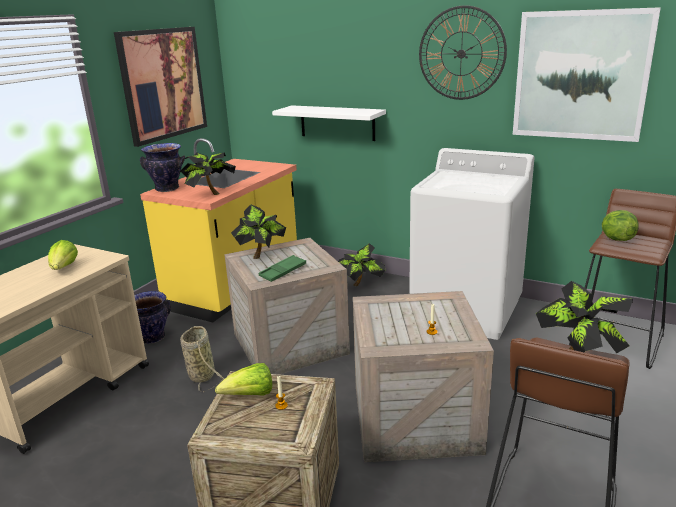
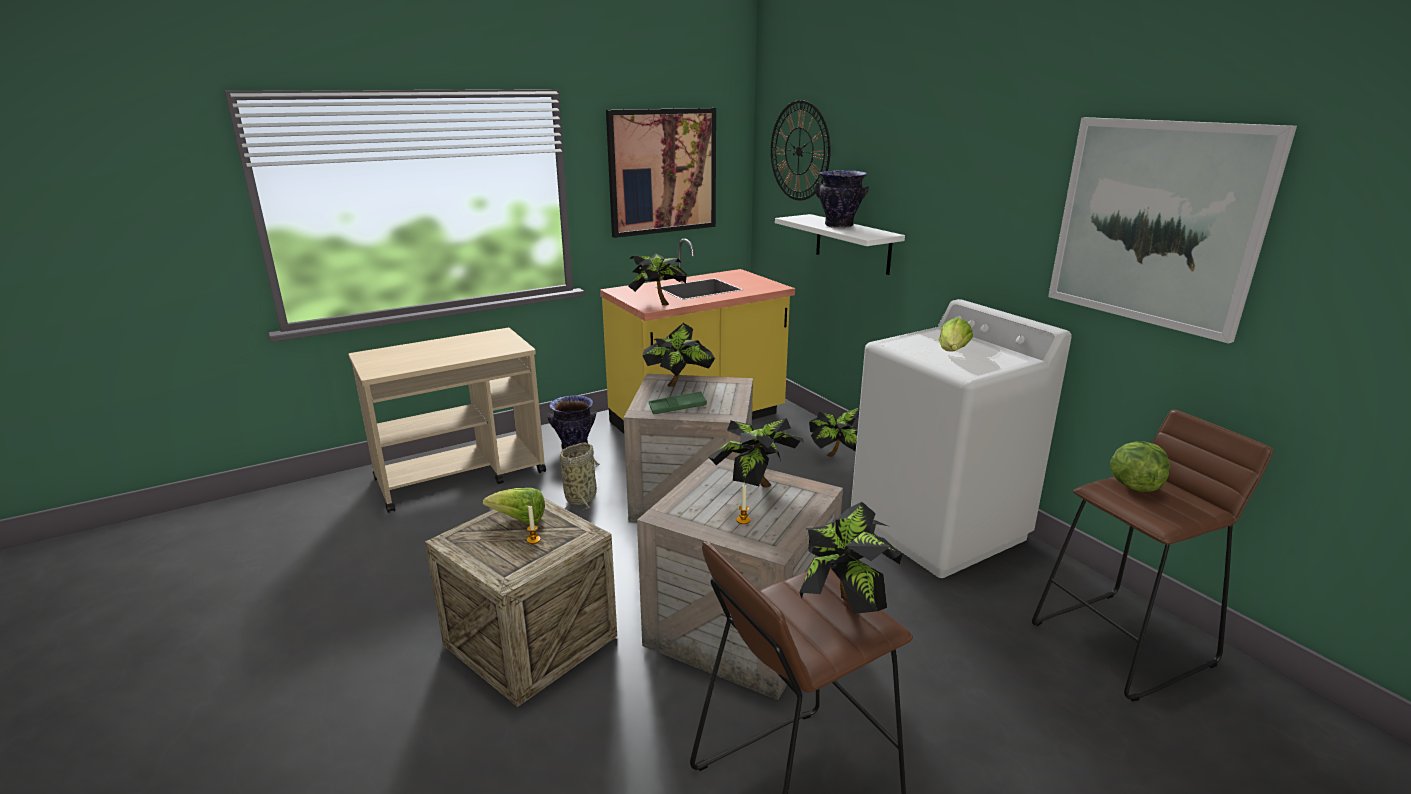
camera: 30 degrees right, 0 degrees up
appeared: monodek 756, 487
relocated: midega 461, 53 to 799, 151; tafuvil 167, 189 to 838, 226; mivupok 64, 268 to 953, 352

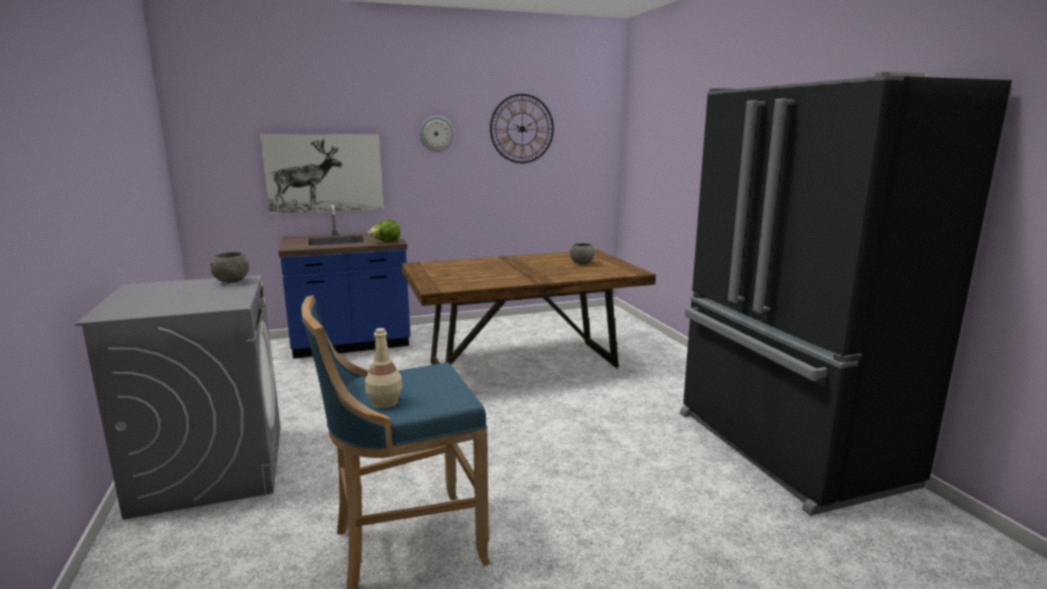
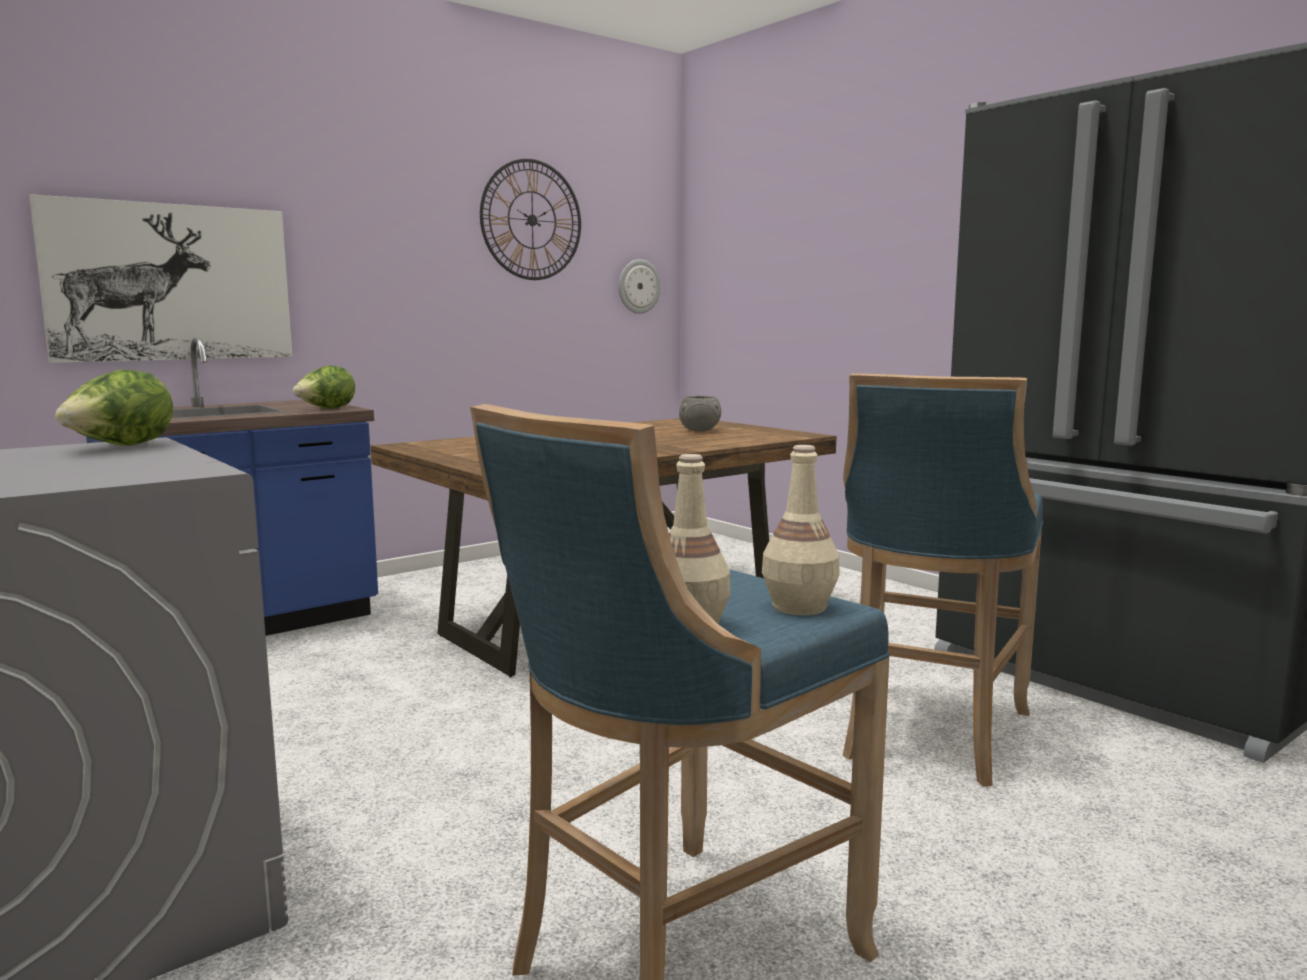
camera: 20 degrees left, 5 degrees down
appeared: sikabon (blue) 929, 736; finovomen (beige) 798, 607
relocated: midega 436, 133 to 638, 286
exchanged: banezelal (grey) 232, 282 to mivupok 120, 447

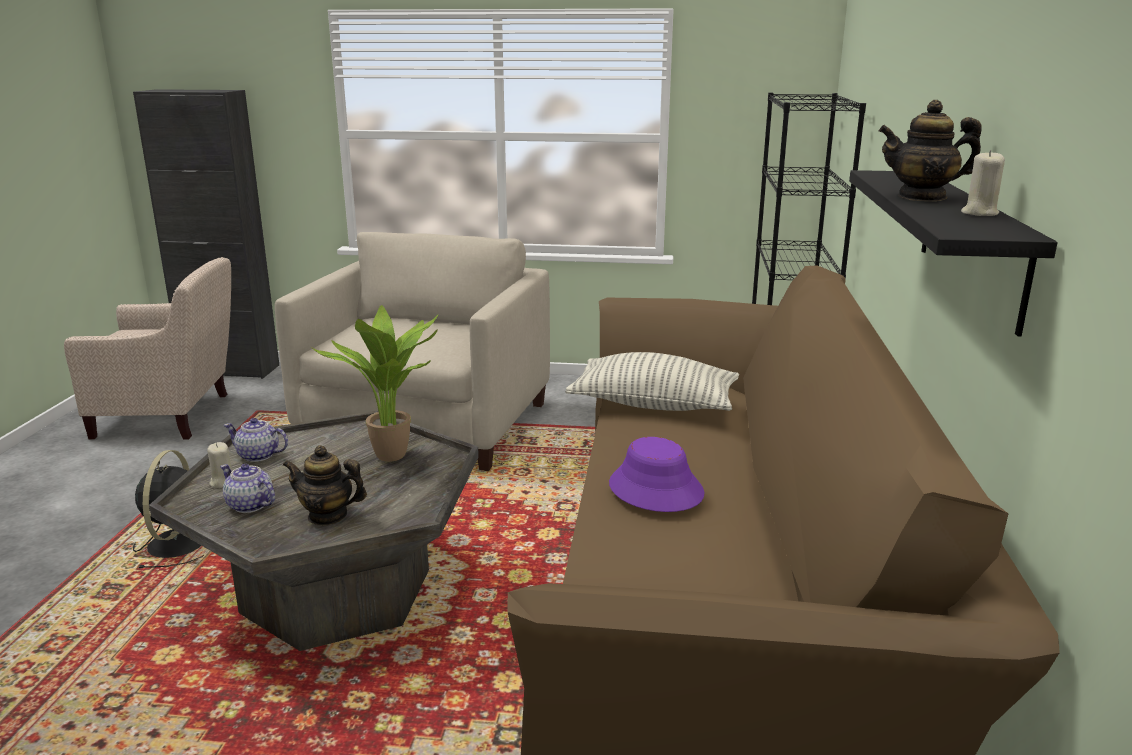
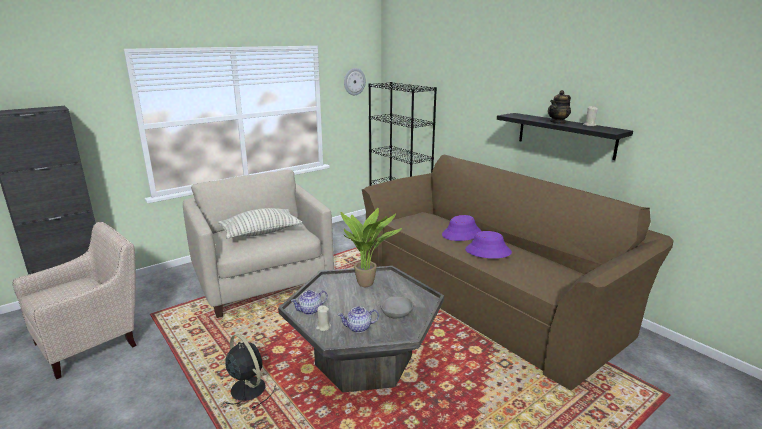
camera: 45 degrees left, 0 degrees up
appeared: midega 354, 81; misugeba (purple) 462, 234
relocated: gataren 653, 405 to 261, 233
exchanged: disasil 328, 515 to banezelal (grey) 397, 314

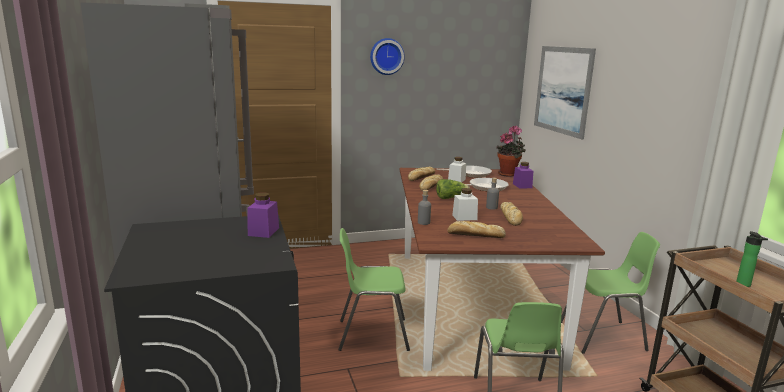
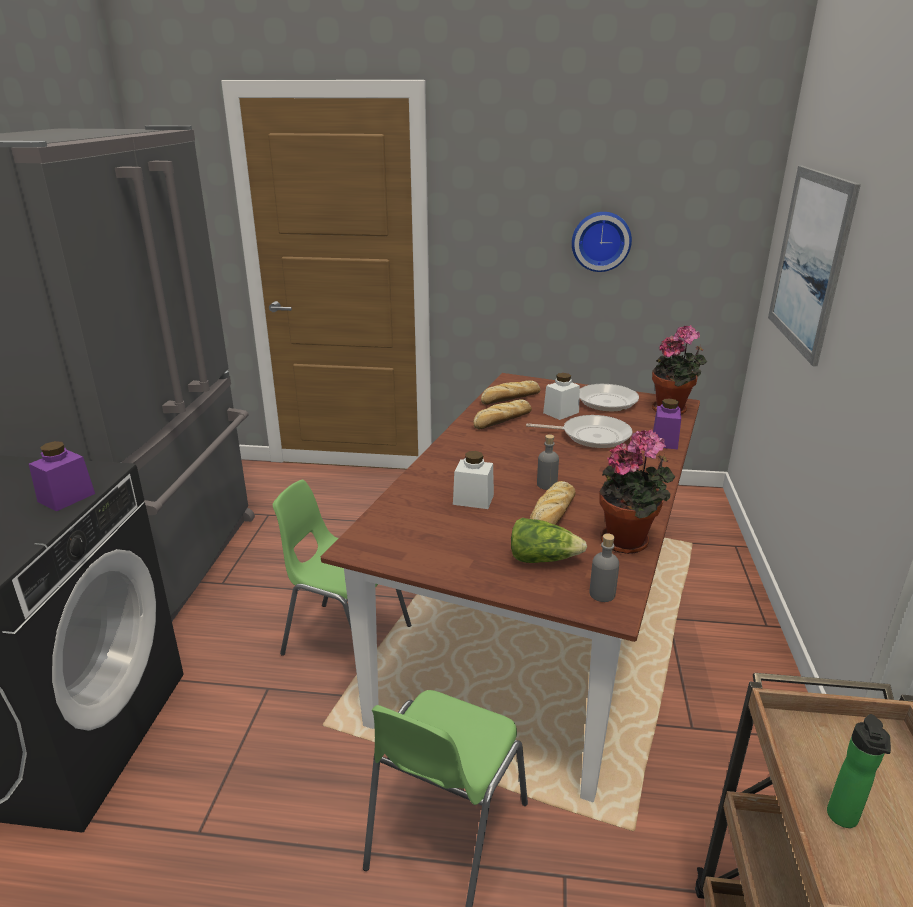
camera: 25 degrees right, 10 degrees up
missing: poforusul 474, 235; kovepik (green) 603, 336
appeared: monodek 629, 542
relocated: midega 386, 56 to 601, 241; mivupok 450, 197 to 542, 559; finovomen (grey) 423, 222 to 602, 594

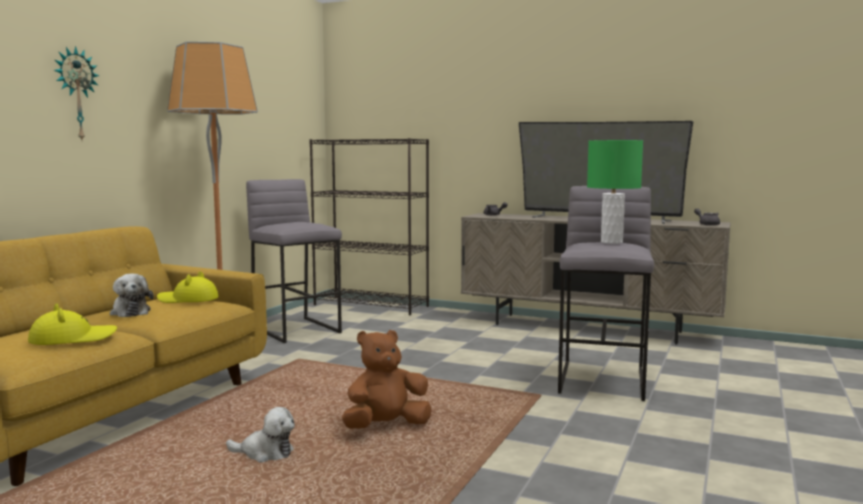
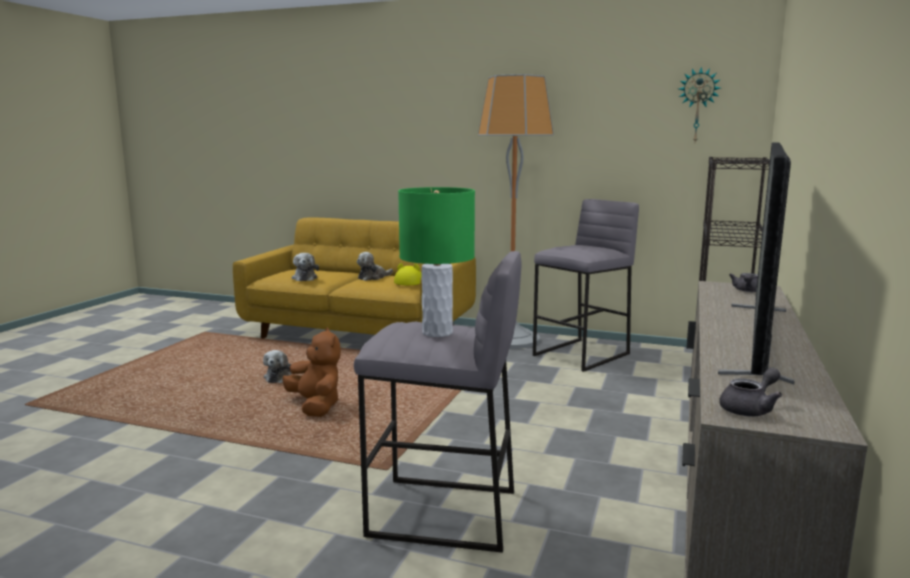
camera: 85 degrees right, 5 degrees up
relocated: midega 75, 94 to 698, 105
exchanged: misugeba (yellow) 72, 339 to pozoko 304, 278

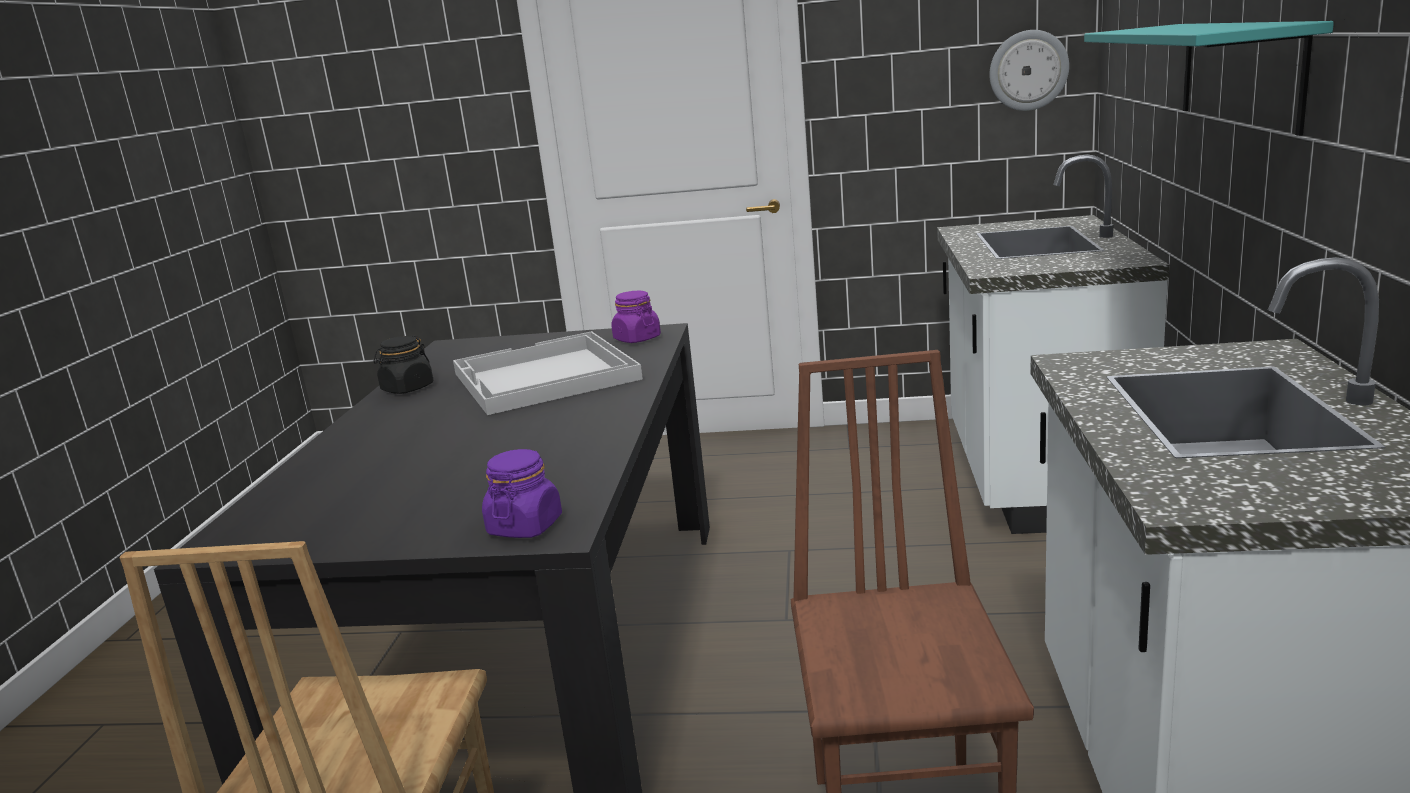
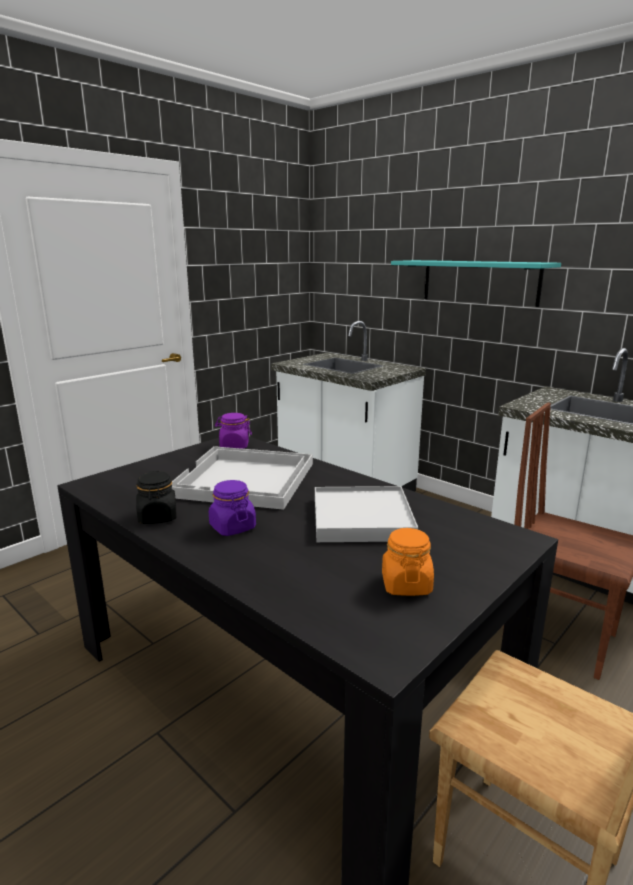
camera: 55 degrees left, 0 degrees up
missing: midega 1028, 70
appeared: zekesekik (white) 361, 518; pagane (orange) 406, 584
relocated: pagane (purple) 525, 526 to 232, 527

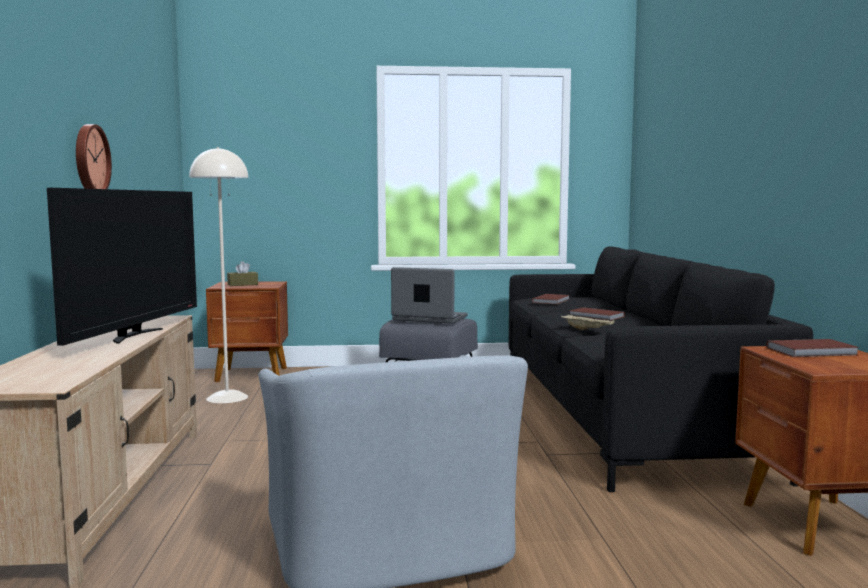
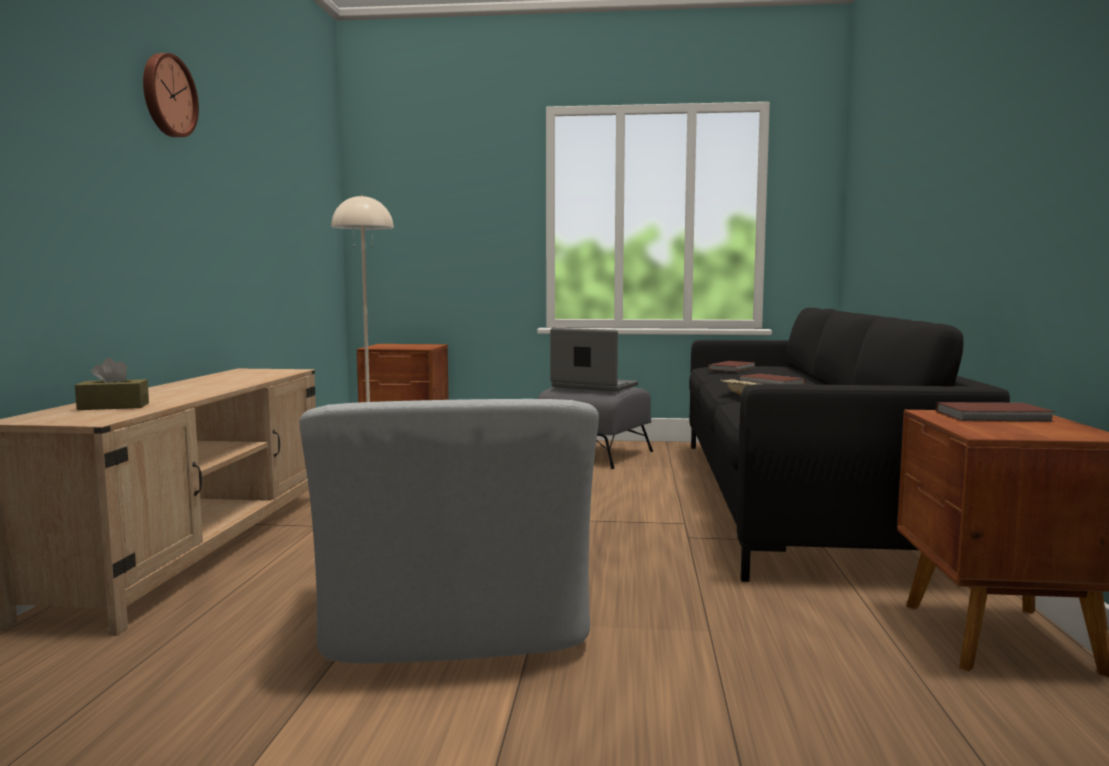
camera: 10 degrees right, 0 degrees up
missing: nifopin 134, 335
relocated: midega 89, 159 to 167, 96; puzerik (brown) 242, 284 to 113, 406

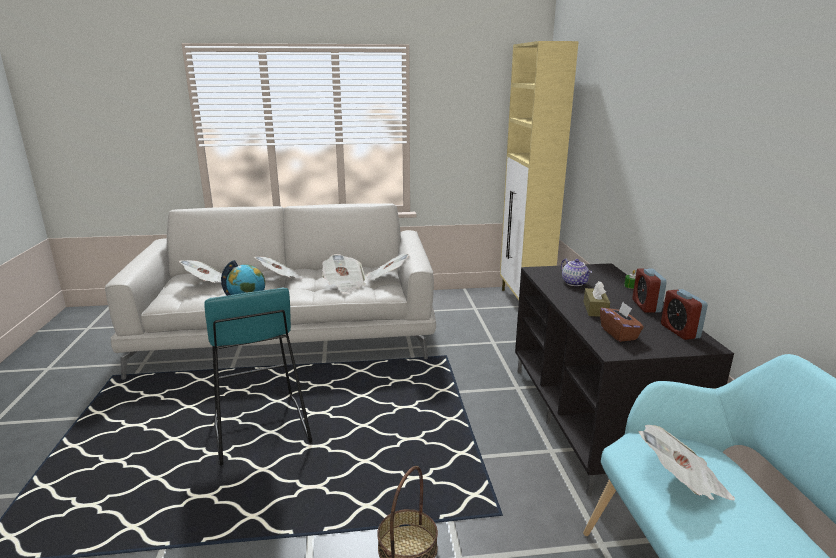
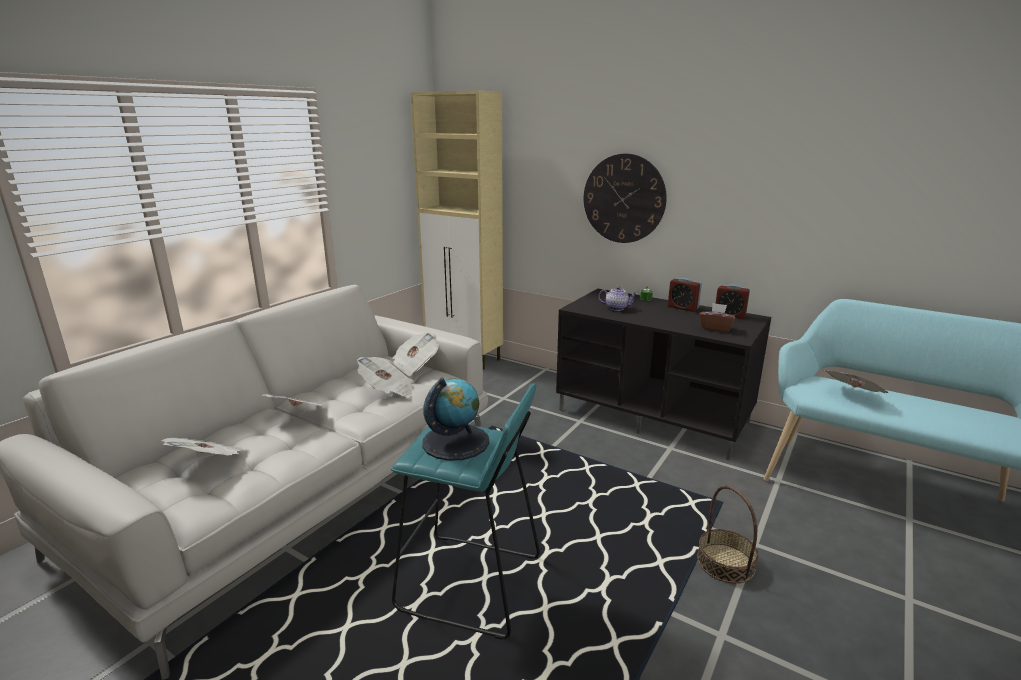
camera: 50 degrees left, 0 degrees up
missing: puzerik (brown) 595, 309
appeared: midega 624, 199

